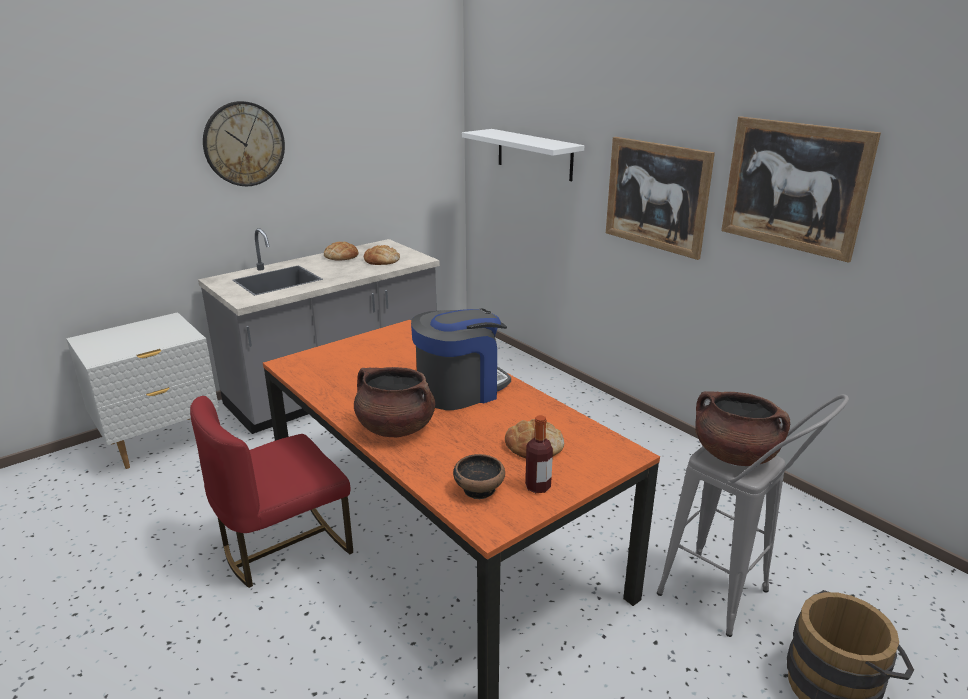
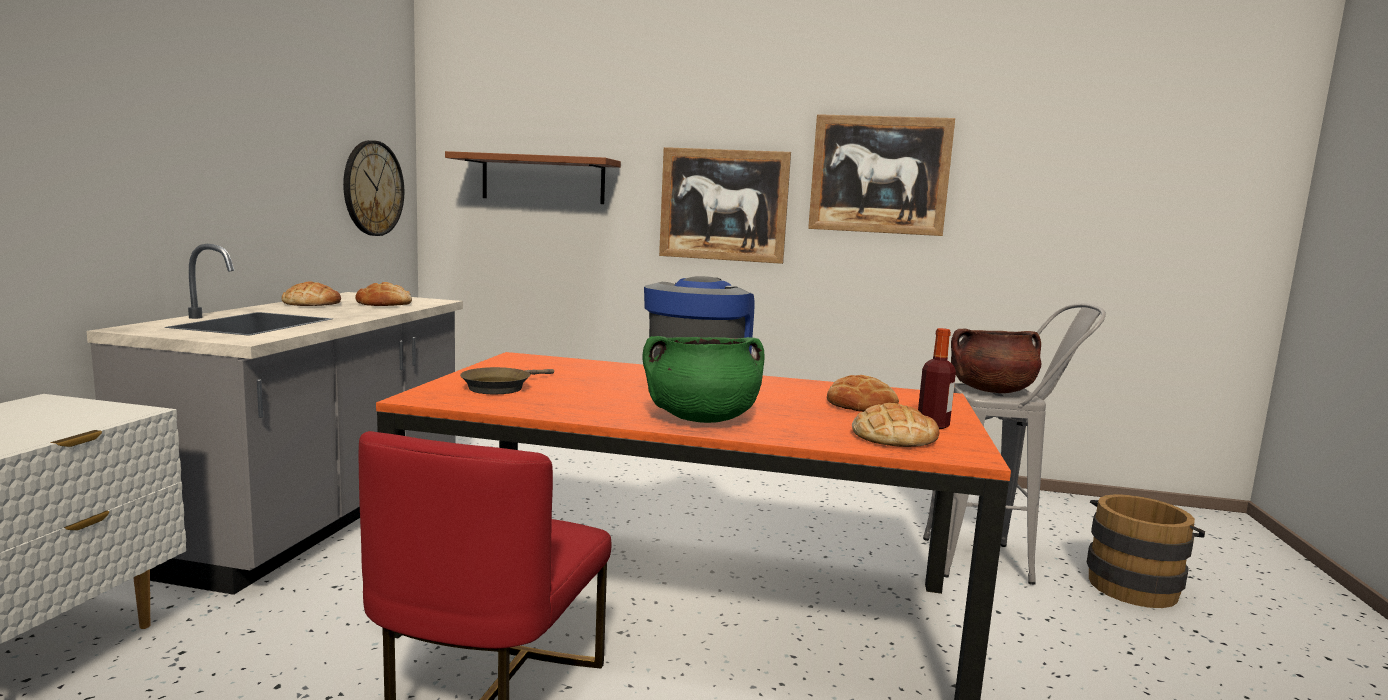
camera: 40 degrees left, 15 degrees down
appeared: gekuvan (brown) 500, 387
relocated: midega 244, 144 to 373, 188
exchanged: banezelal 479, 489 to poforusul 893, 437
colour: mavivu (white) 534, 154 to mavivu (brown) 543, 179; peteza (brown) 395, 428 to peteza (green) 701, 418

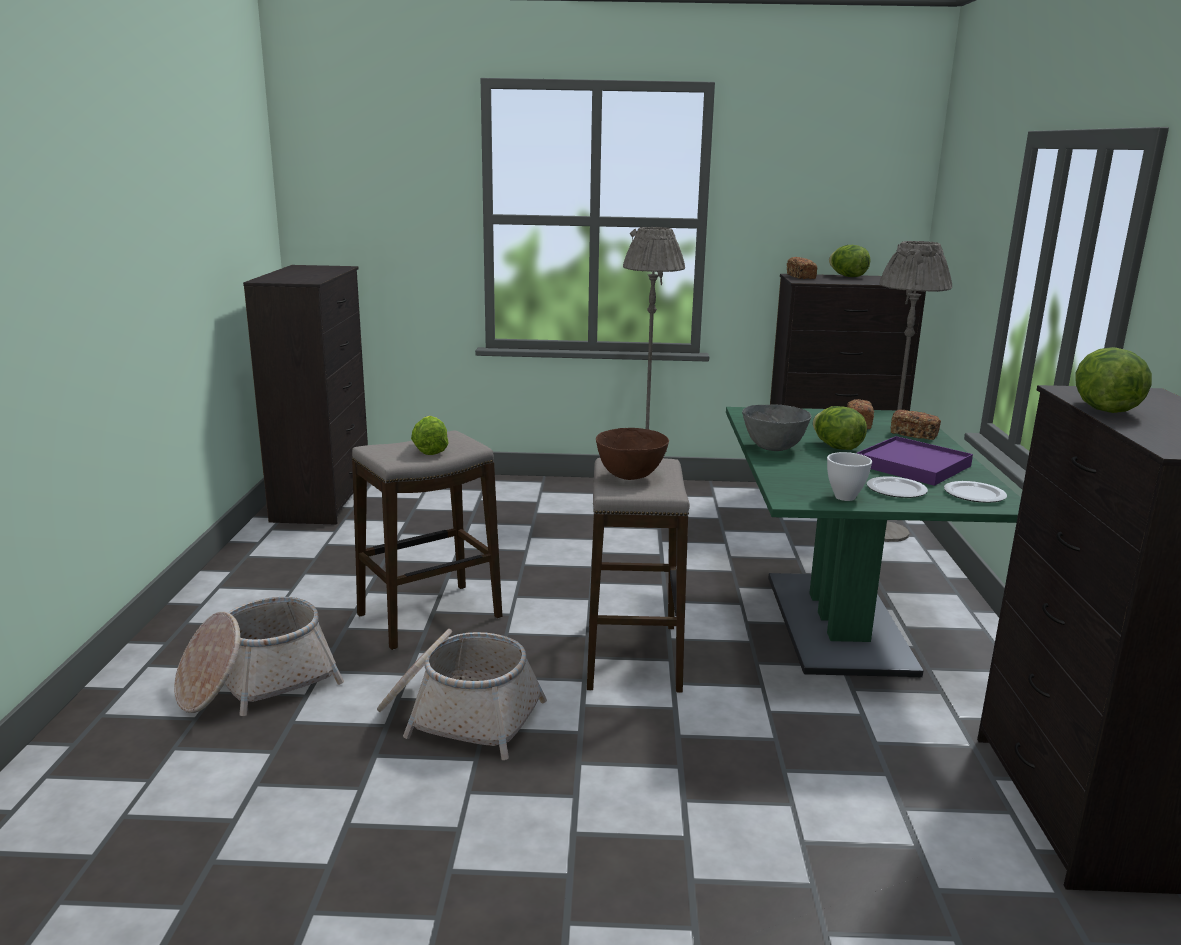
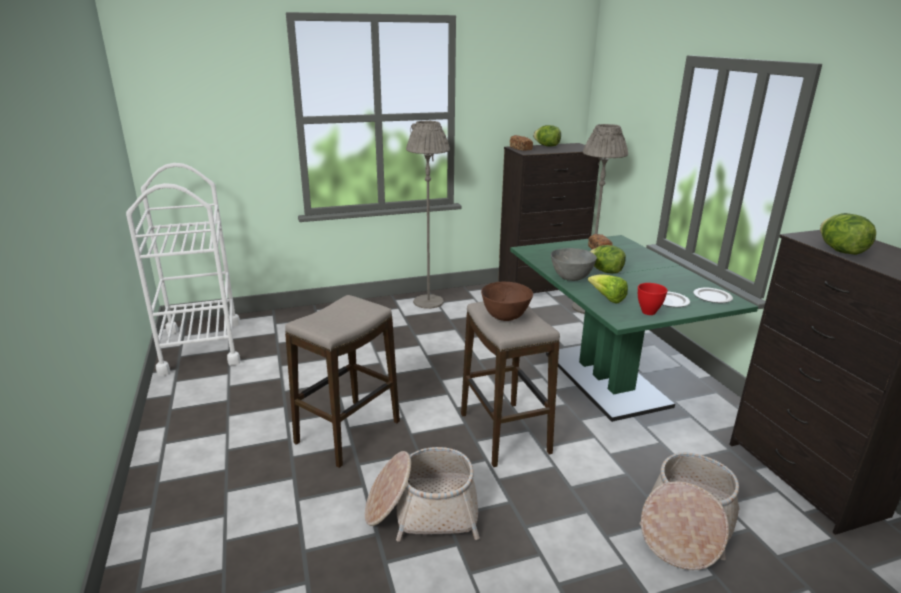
camera: 20 degrees left, 5 degrees up
missing: poforusul 914, 434; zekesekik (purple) 913, 465
relocated: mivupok 429, 450 to 607, 298; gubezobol 257, 683 to 685, 526
exchanged: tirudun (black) 324, 499 to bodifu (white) 201, 346
colour: banezelal (white) 843, 497 to banezelal (red) 647, 312

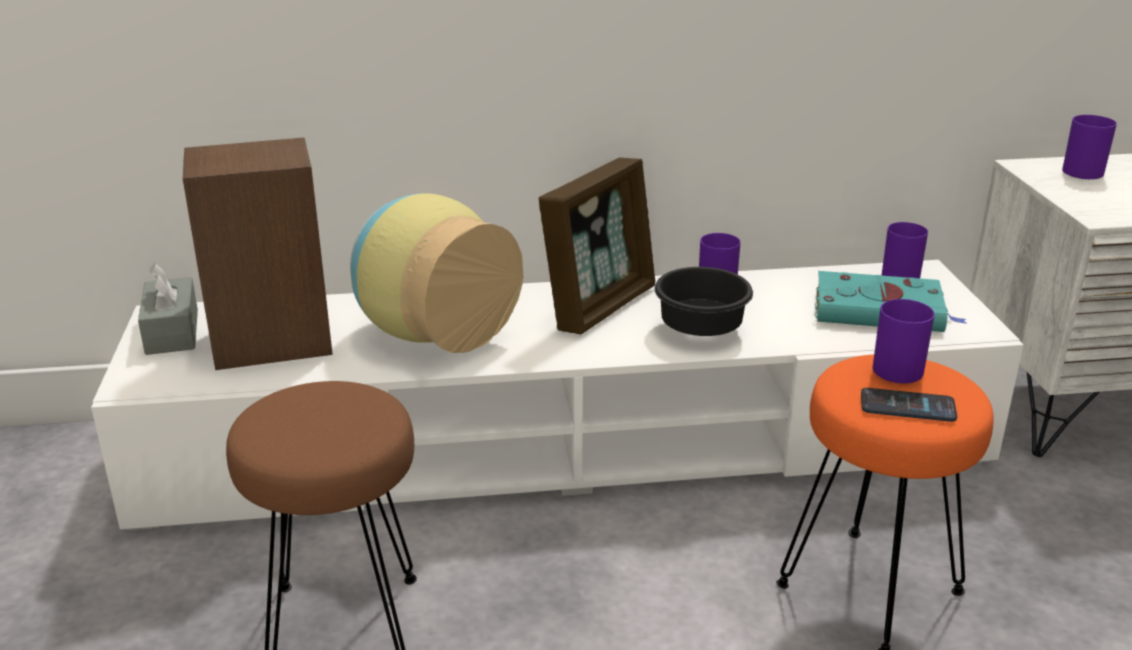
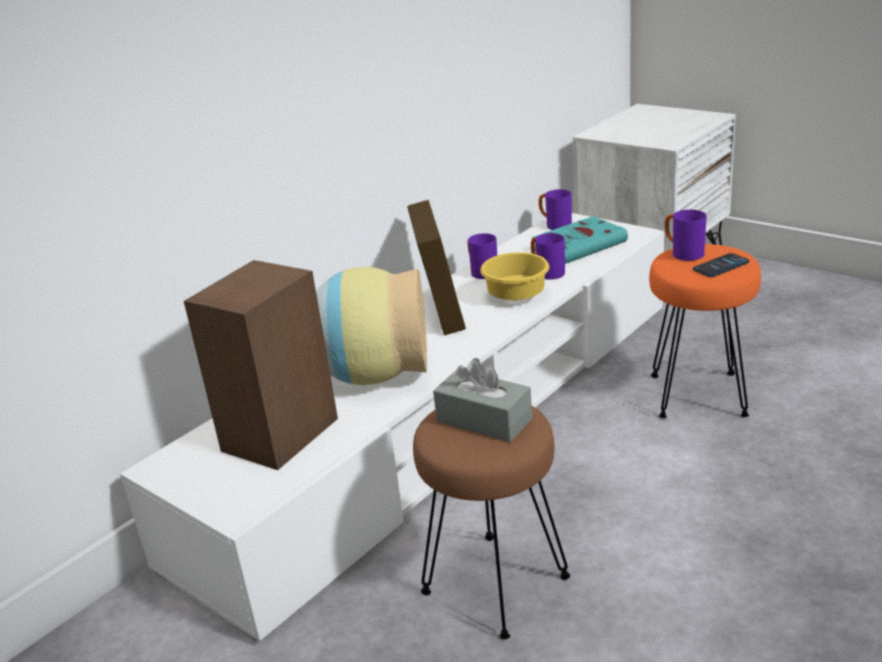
camera: 40 degrees left, 0 degrees up
relocated: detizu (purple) 1079, 170 to 546, 272; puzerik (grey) 172, 331 to 484, 420
colour: banezelal (black) 699, 330 to banezelal (yellow) 516, 297

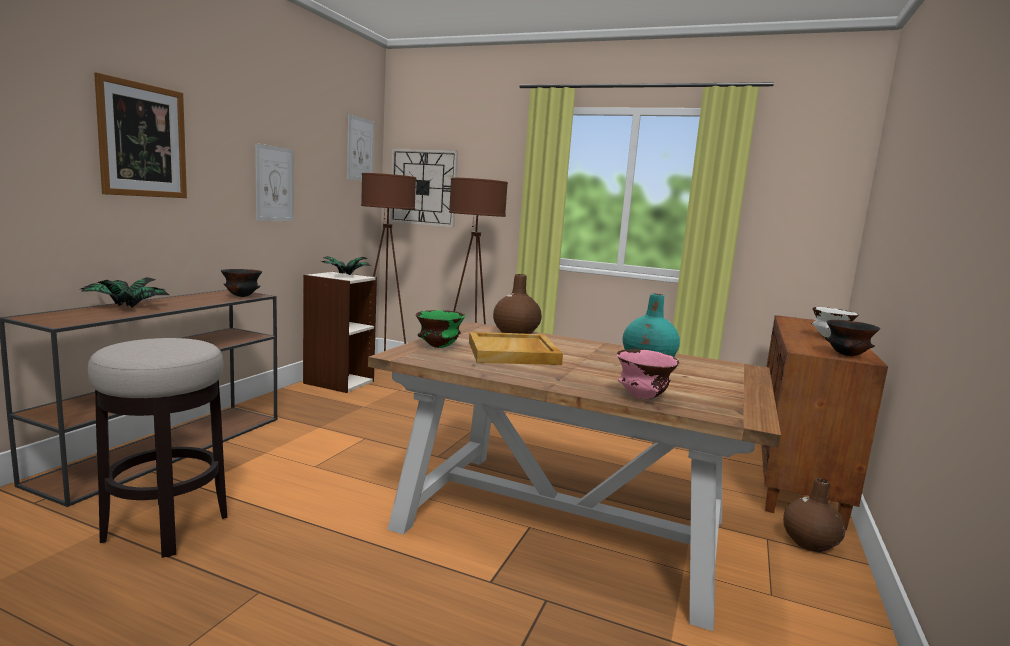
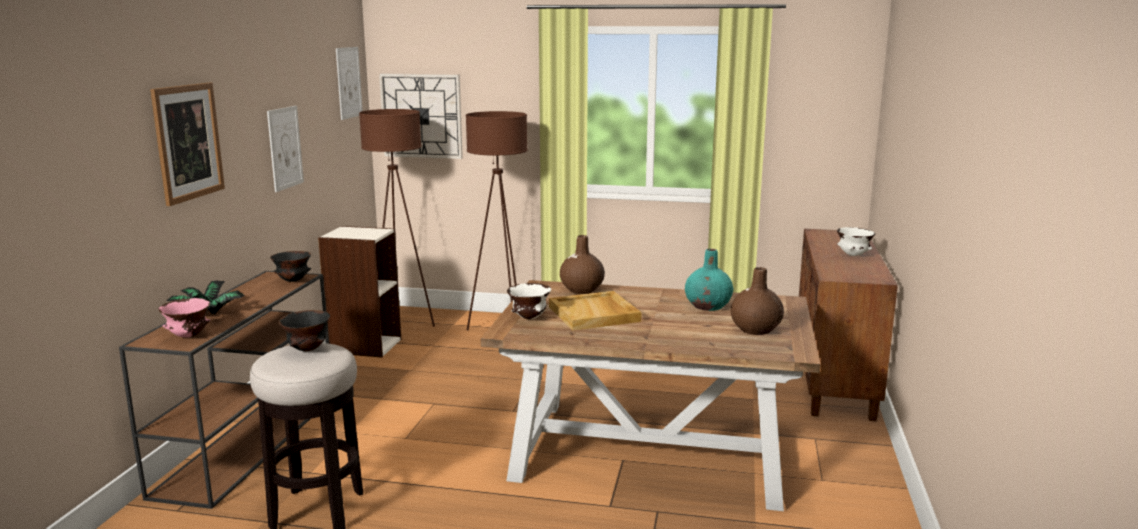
camera: 10 degrees left, 5 degrees up
missing: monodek 344, 276
relocated: banezelal (black) 847, 355 to 307, 350; banezelal (pink) 643, 398 to 189, 336; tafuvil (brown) 810, 543 to 756, 329
colour: banezelal (green) 438, 347 to banezelal (white) 529, 318

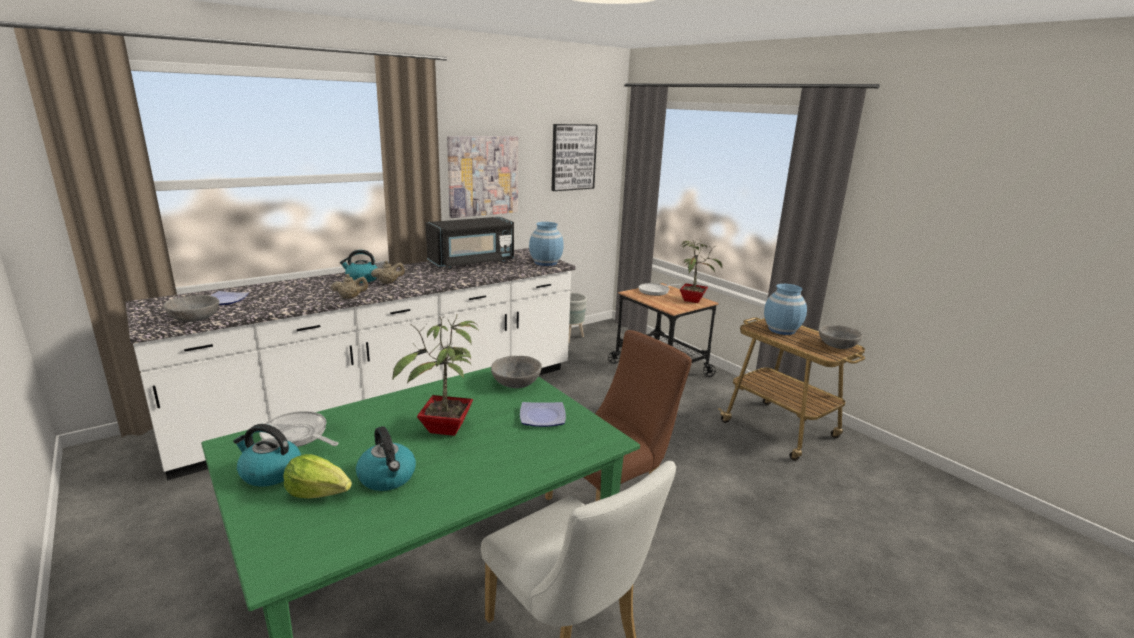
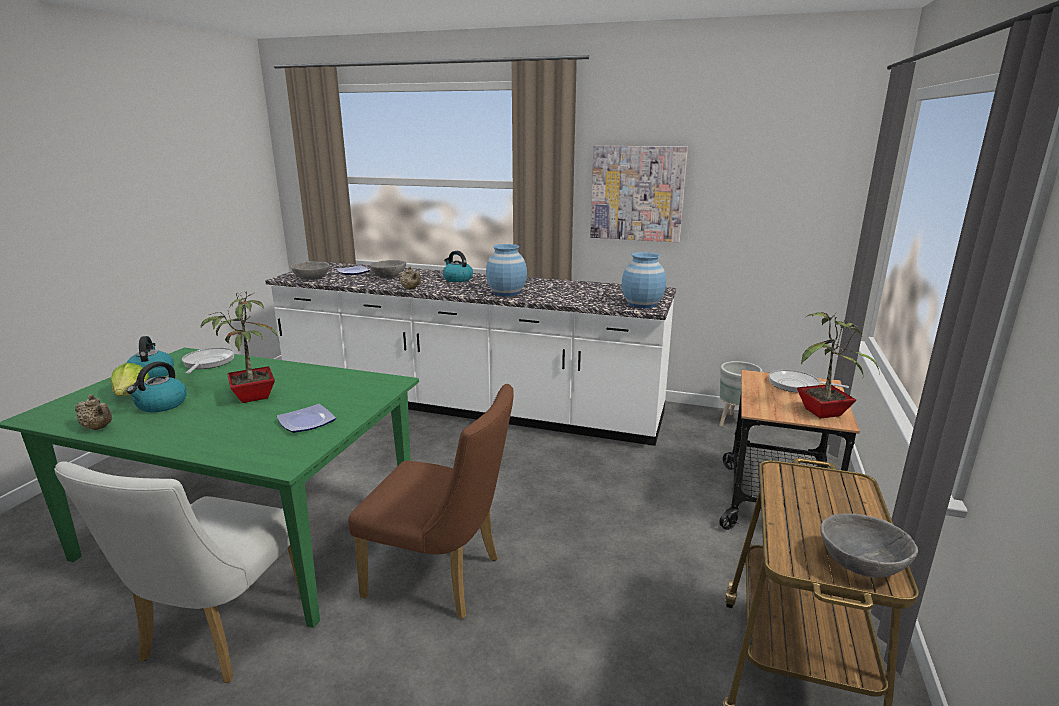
camera: 55 degrees right, 0 degrees up
missing: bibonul 573, 157; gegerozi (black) 472, 262
relocated: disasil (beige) 388, 282 to 99, 428; tafuvil (blue) 782, 330 to 506, 293; banezelal (grey) 516, 383 to 389, 276

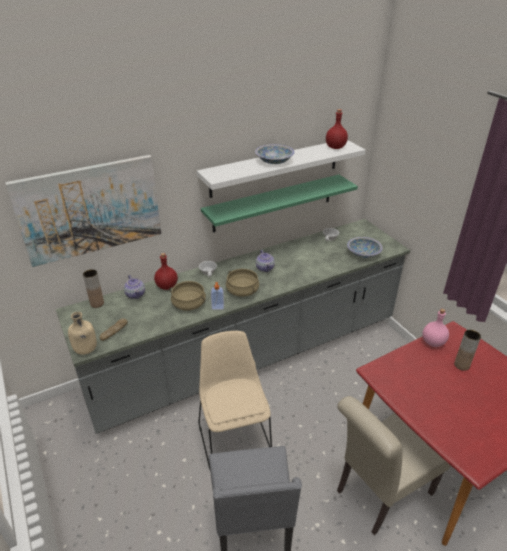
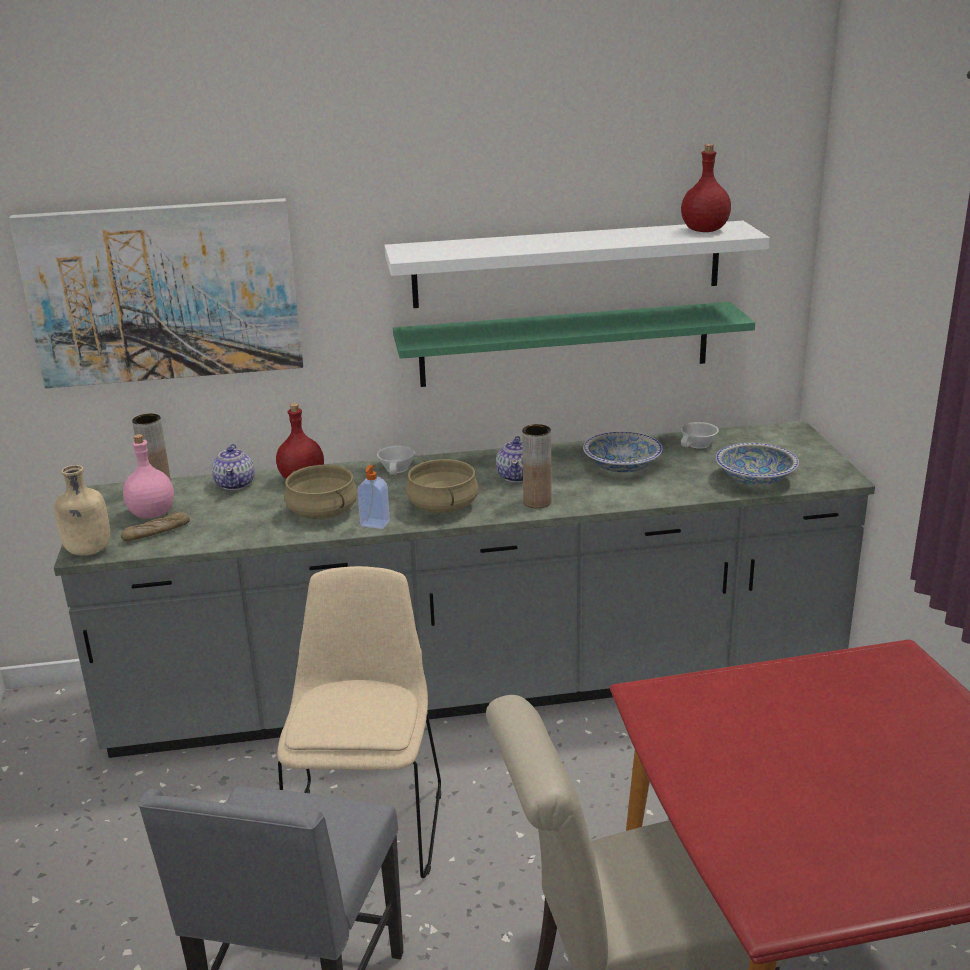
camera: 20 degrees right, 10 degrees down
relocated: banezelal 274, 161 to 622, 466; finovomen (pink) 432, 342 to 151, 514; tafuvil (brown) 461, 365 to 537, 502

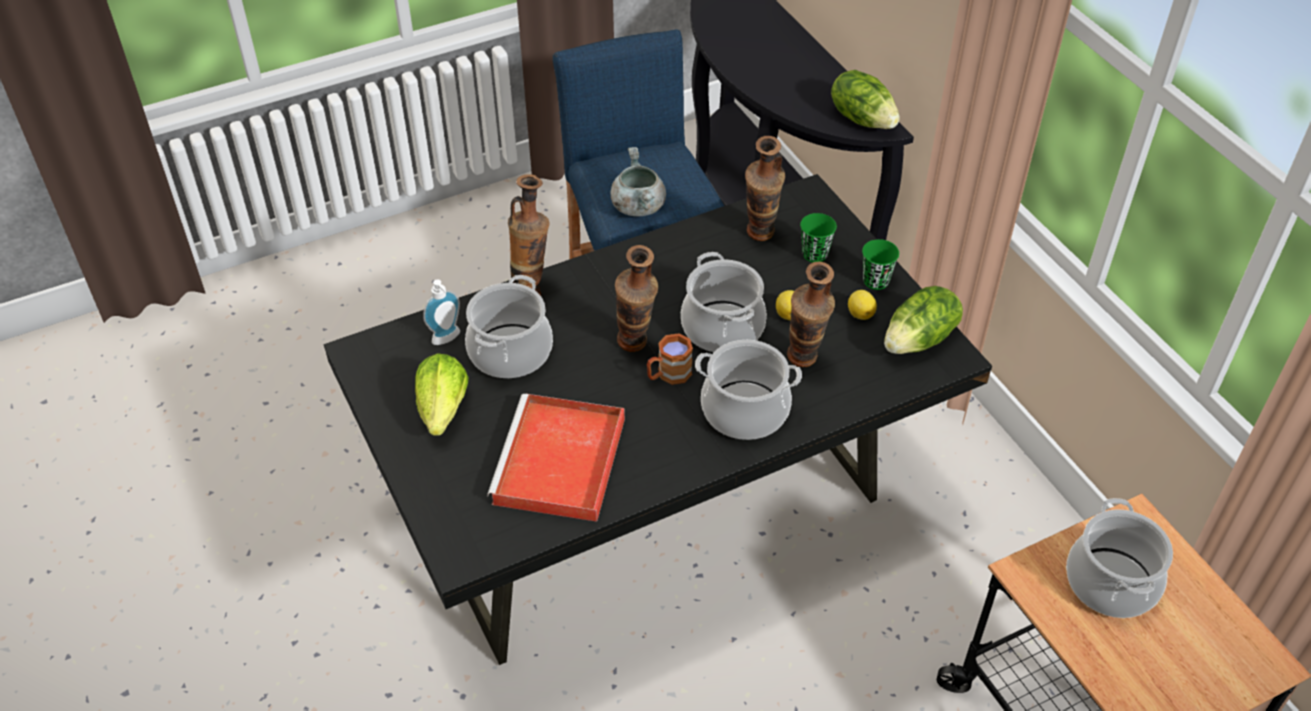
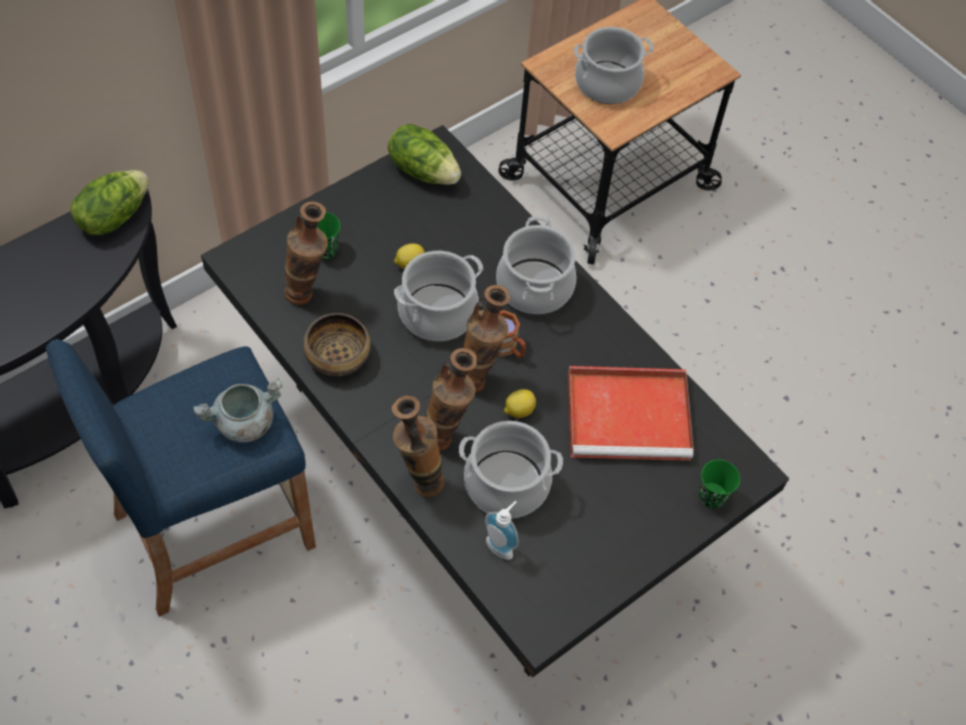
camera: 105 degrees left, 10 degrees up
missing: mivupok 443, 409
appeared: banezelal 337, 355
relocated: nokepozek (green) 875, 281 to 712, 496; tafuvil 804, 364 to 447, 437; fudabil 860, 313 to 518, 410

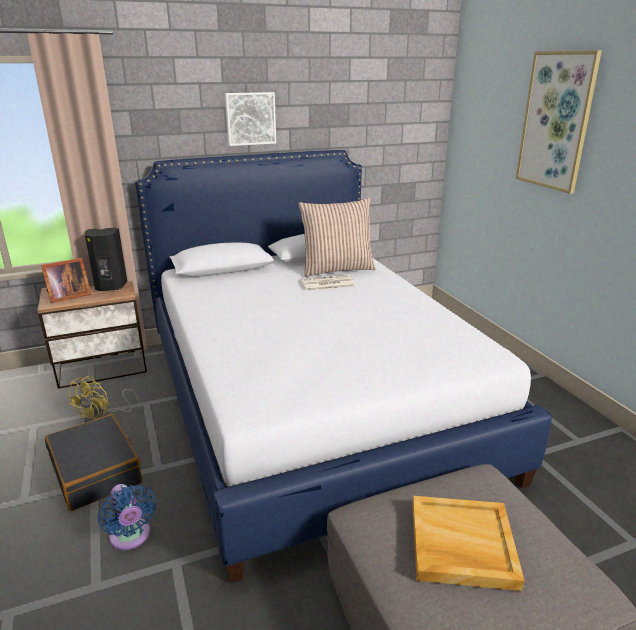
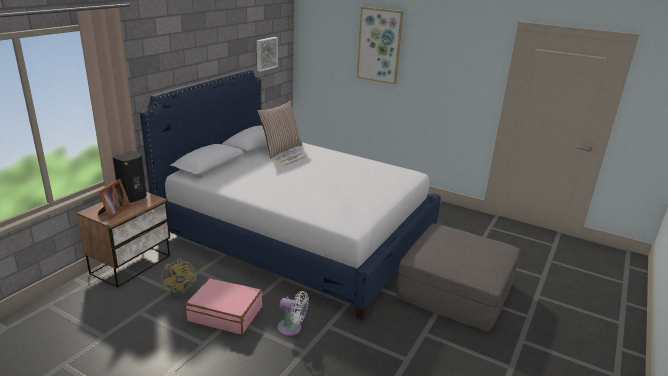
camera: 40 degrees left, 0 degrees up
missing: zekesekik (beige) 461, 544
relocated: bibonul 250, 118 to 266, 53
colour: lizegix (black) 96, 471 to lizegix (pink) 225, 313; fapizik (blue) 131, 537 to fapizik (white) 292, 328

